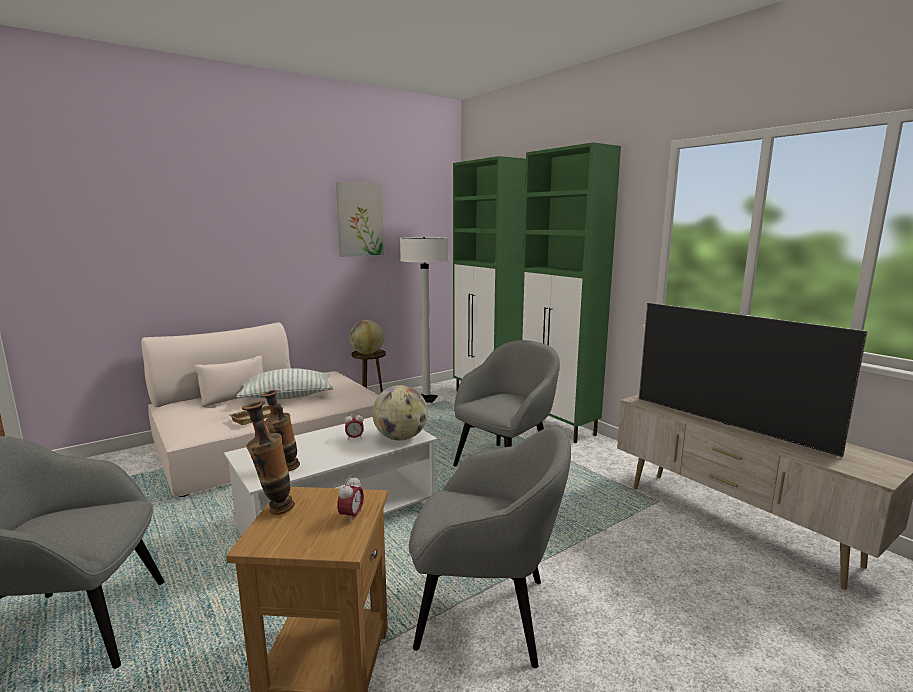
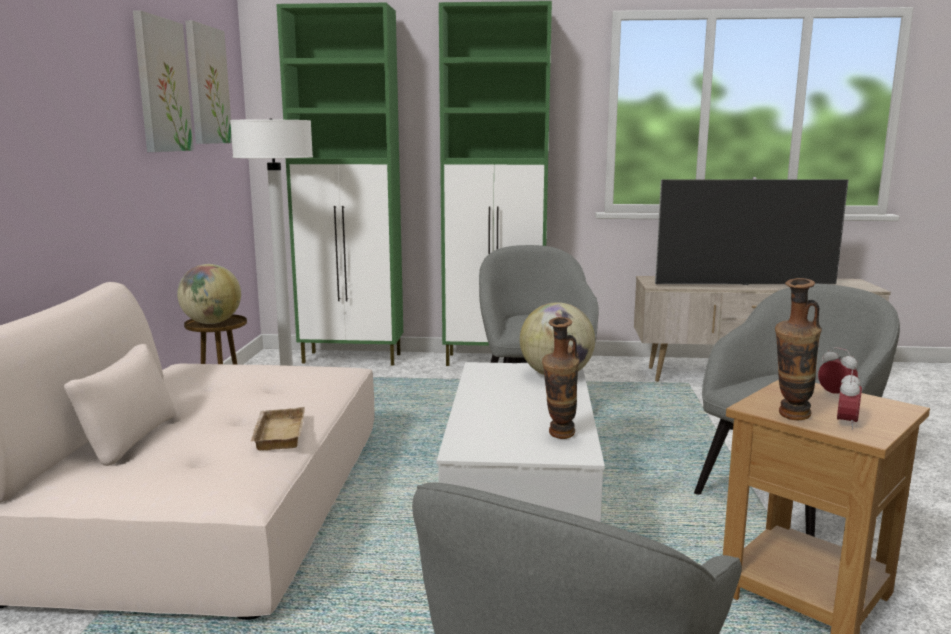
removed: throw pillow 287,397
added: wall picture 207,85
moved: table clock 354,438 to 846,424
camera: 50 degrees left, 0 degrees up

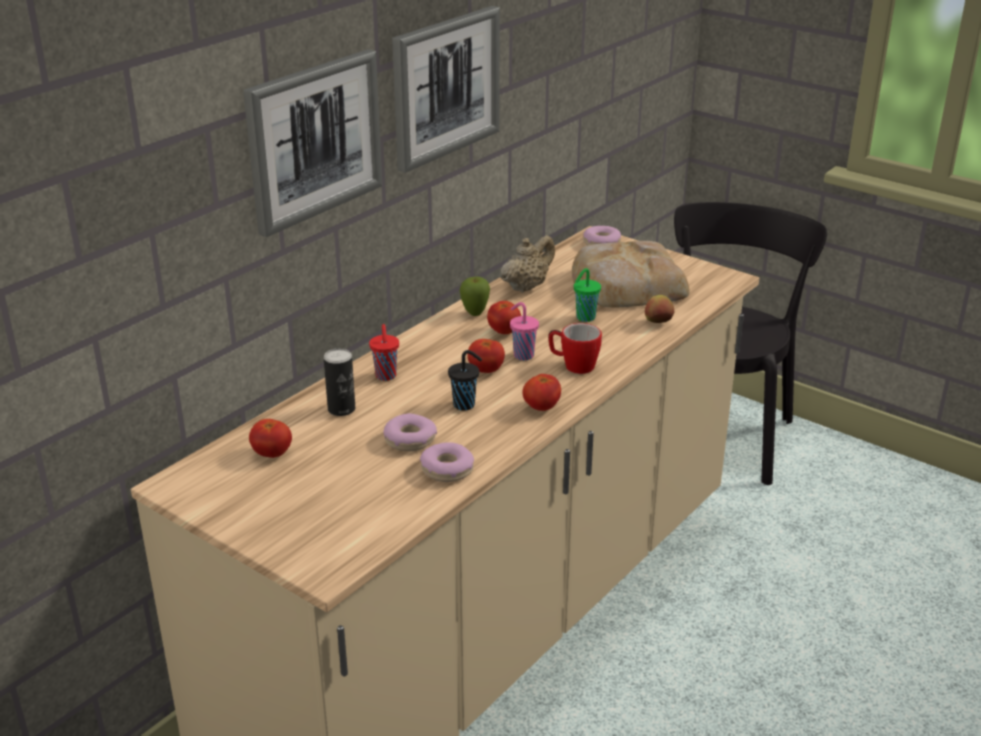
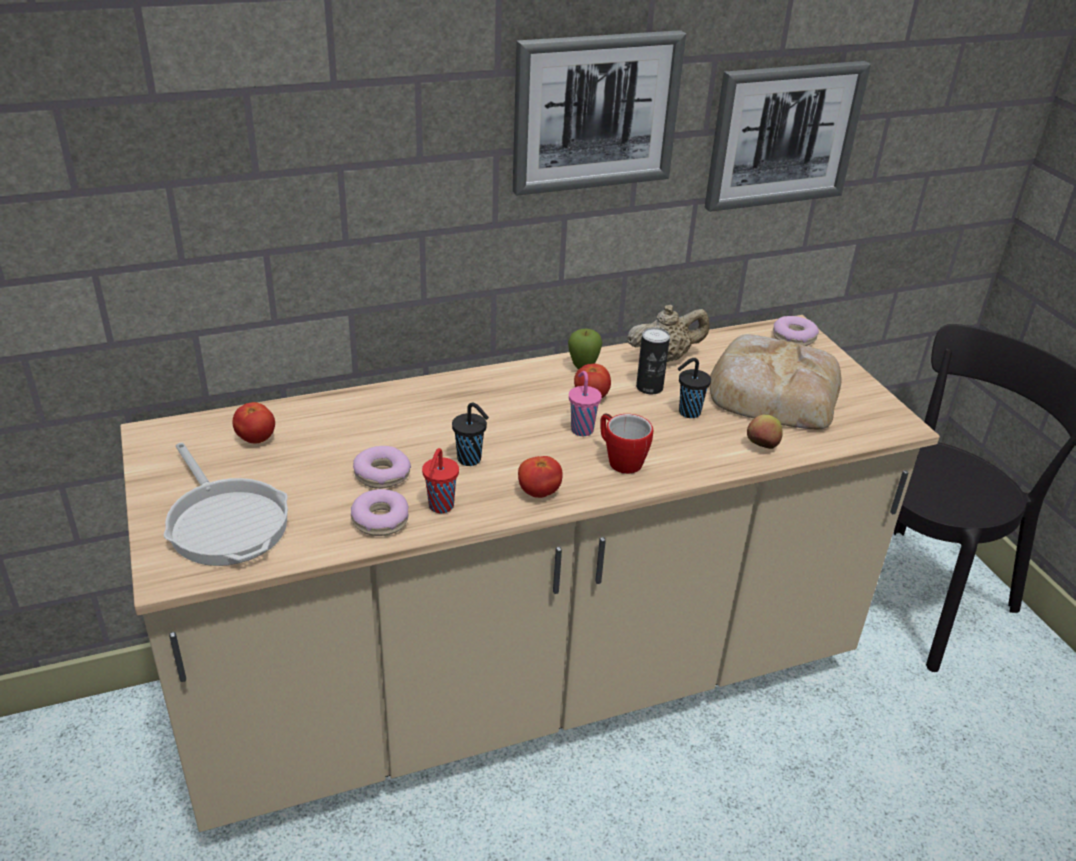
removed: whole tomato 486,370
added: frying pan 226,522
moved: wall picture 313,140 to 783,135; can 341,409 to 649,387; reddish small cup 386,376 to 440,507
recoloured: green small cup 584,318 to blackish small cup 688,412
camera: 30 degrees right, 5 degrees up

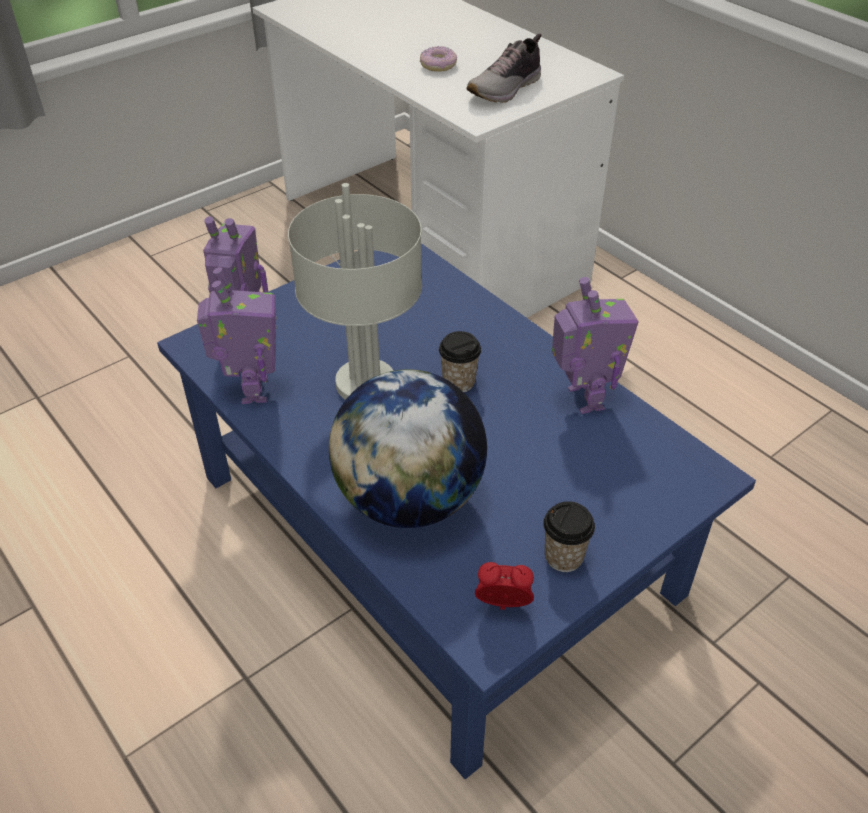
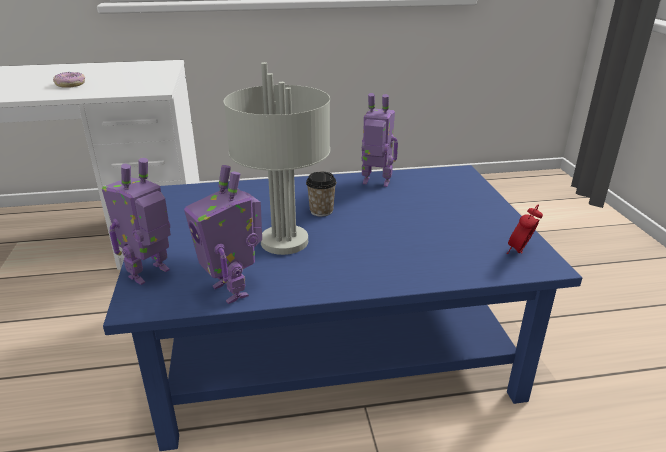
removed: world globe 409,499; item of footwear 506,89; small cup 563,557
turned: toy robot 251,390 = 232,290 150 degrees counterclockwise
camera: 60 degrees left, 15 degrees down

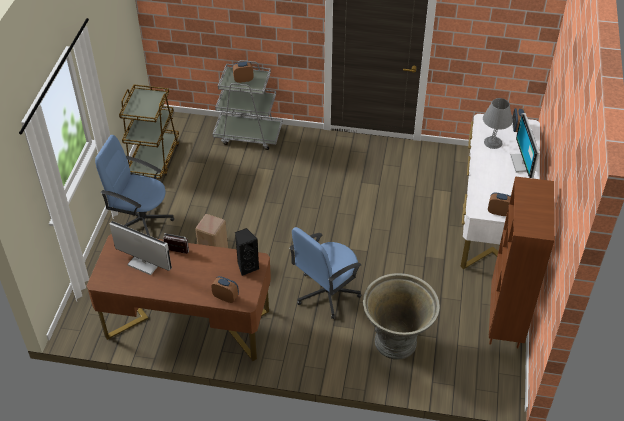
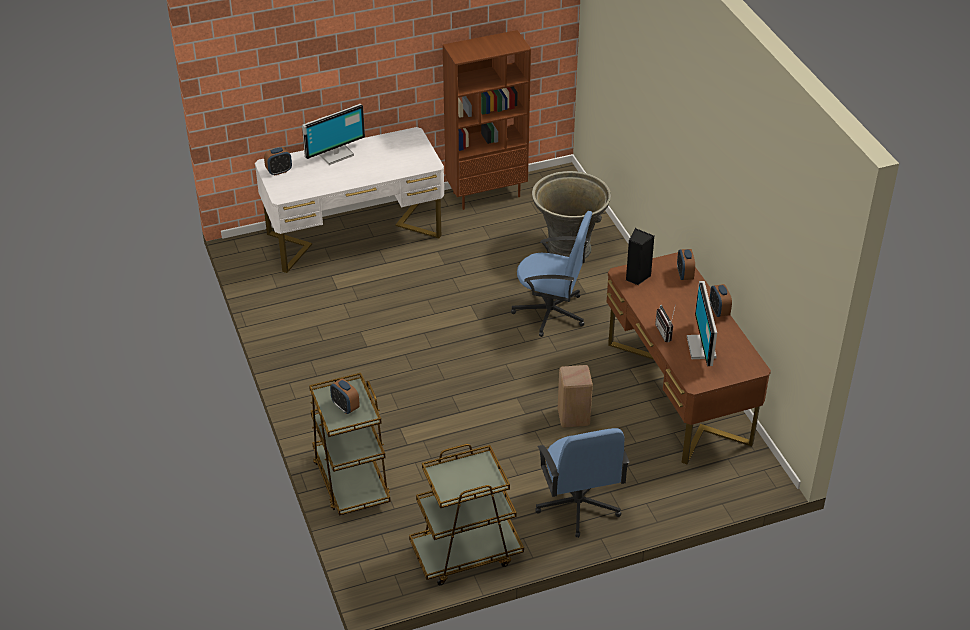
removed: greyish lamp for a table 493,142
moved: table clock 498,212 to 719,311
recoloured: greyish wheeled cart 248,135 to brown-coloured wheeled cart 351,481
camera: 120 degrees left, 5 degrees down

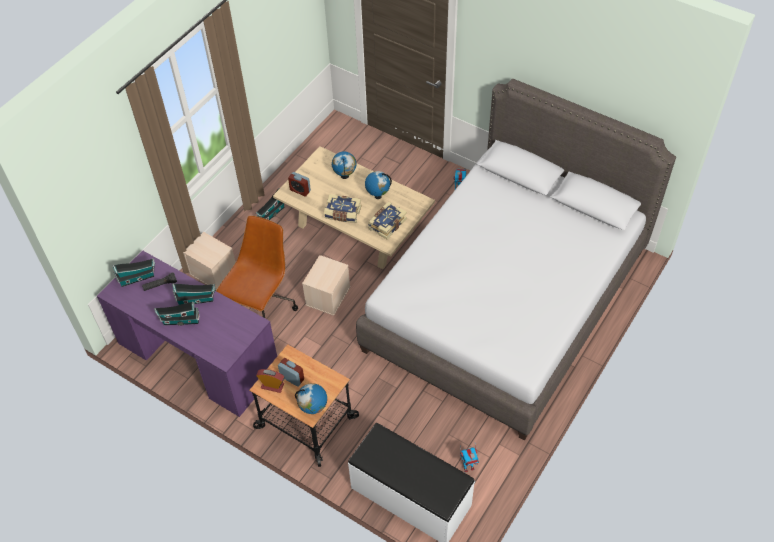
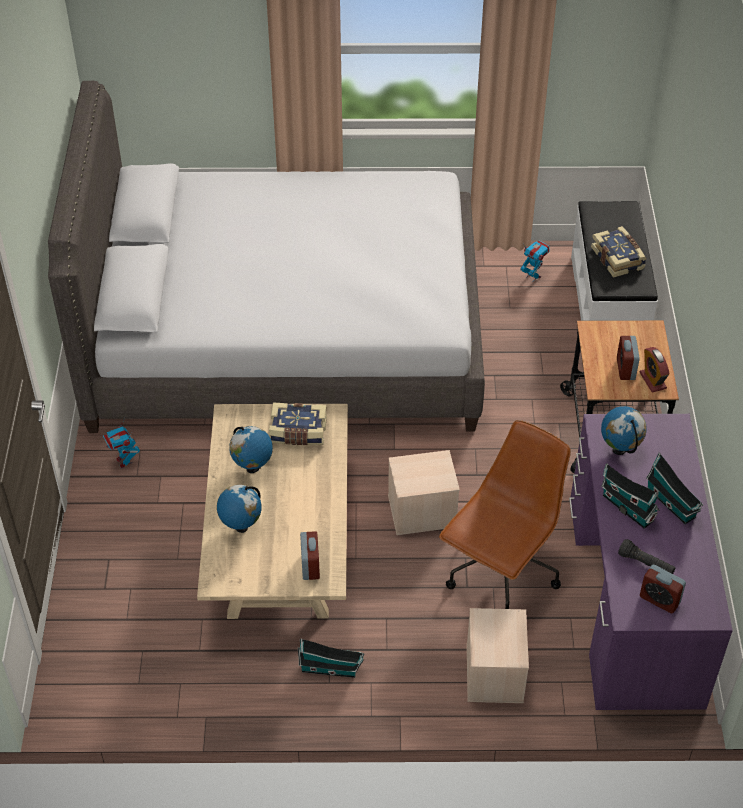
moved: world globe 313,409 to 619,450; bound book 342,213 to 618,258
replaced: model house 138,278 to table clock 659,599
turned: brown-coloured desk chair 262,307 = 501,573 135 degrees clockwise
camera: 125 degrees left, 5 degrees down

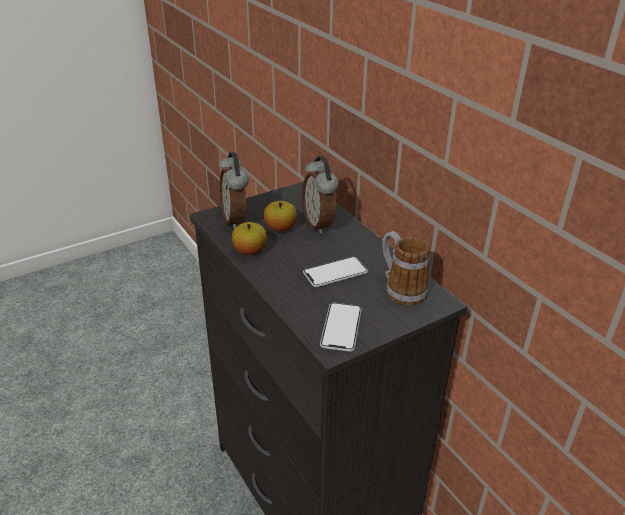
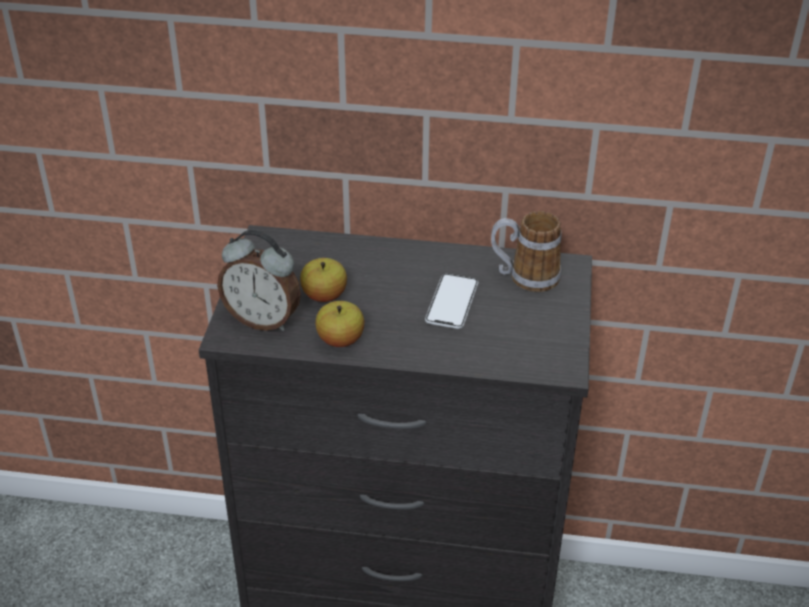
removed: table clock 319,224; handset 341,327
camera: 50 degrees left, 5 degrees up

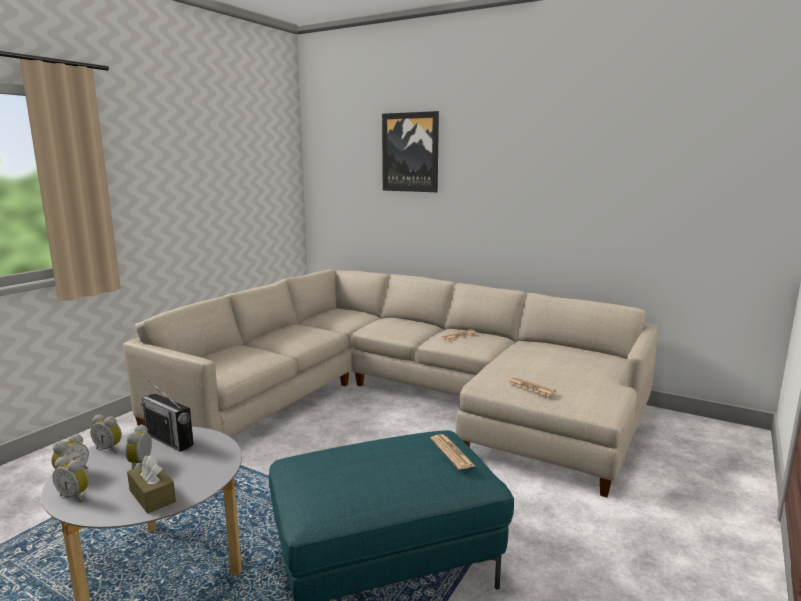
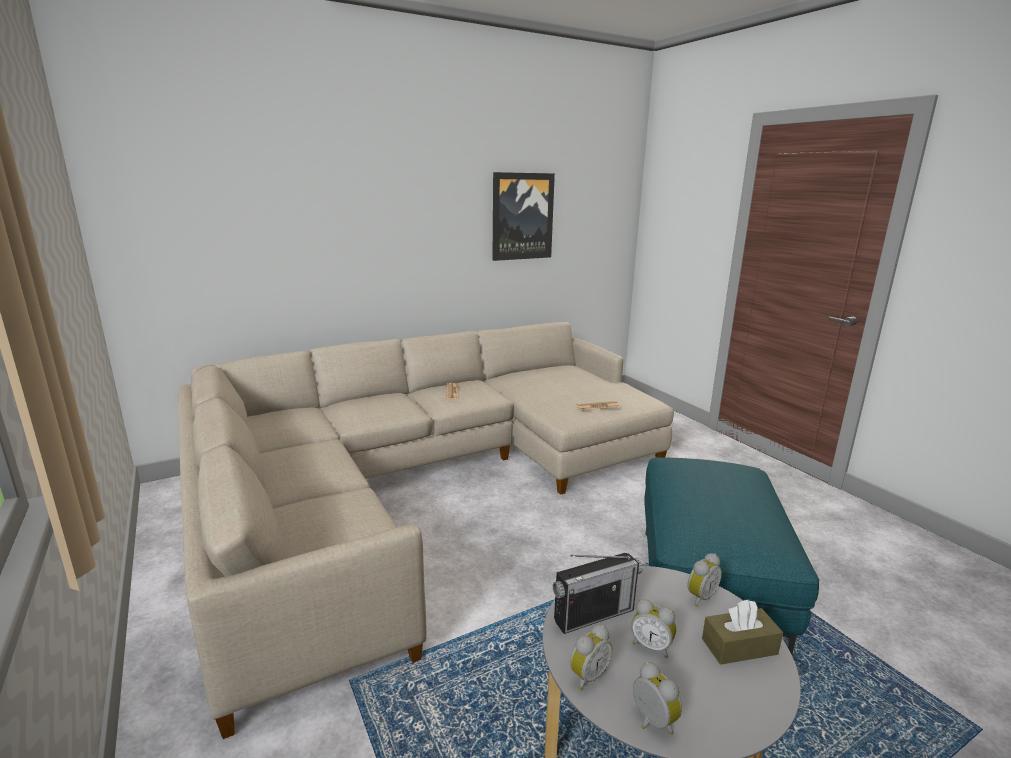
removed: daily paper 452,452
moved: table clock 75,496 to 699,596; wall picture 410,152 to 522,216
camera: 60 degrees left, 5 degrees up

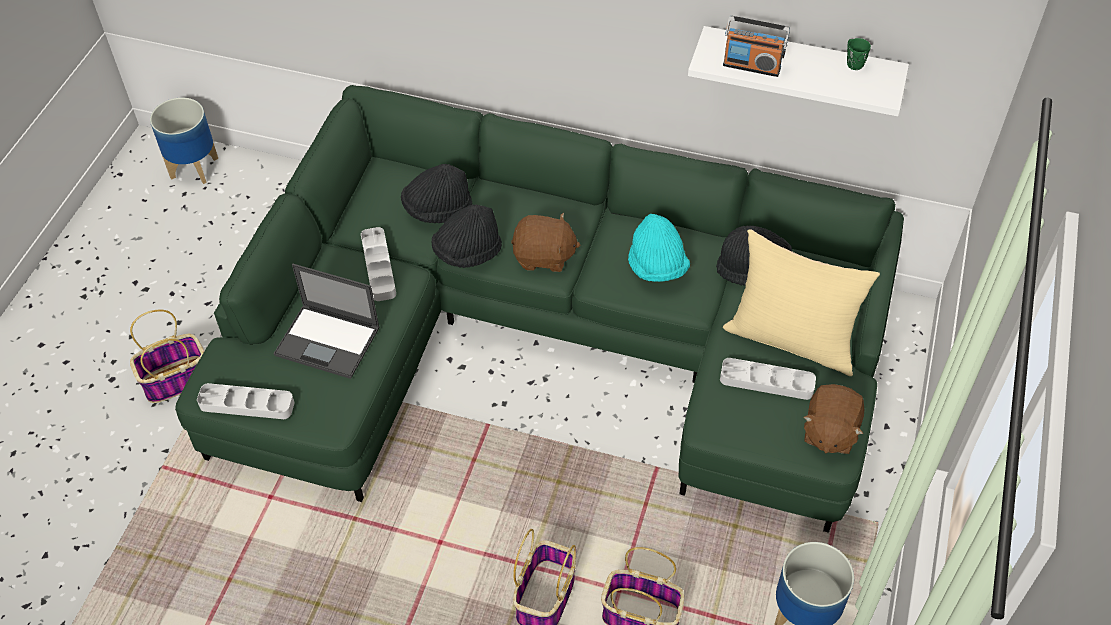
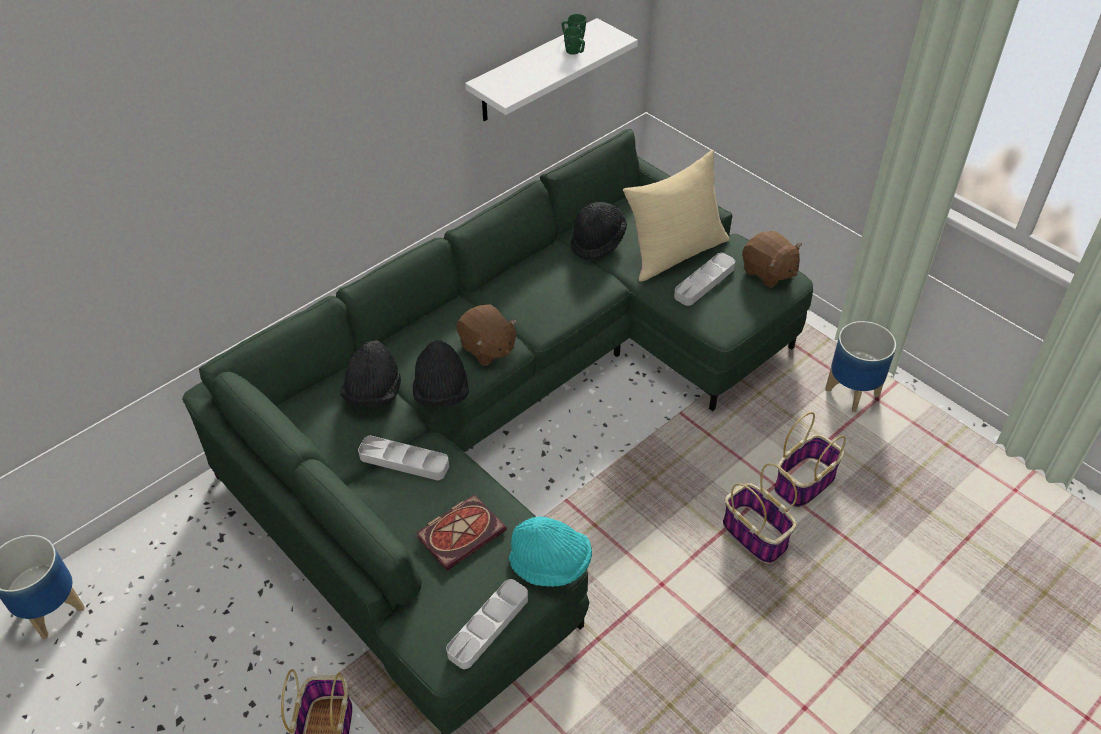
removed: radio receiver 752,66
added: green mug 575,52
moved: turquoise clothing hat 657,266 to 551,565
replaced: laptop 329,341 to bound book 462,532
turned: brown-coloured soft toy 544,257 = 487,348 105 degrees clockwise
camera: 60 degrees left, 5 degrees down

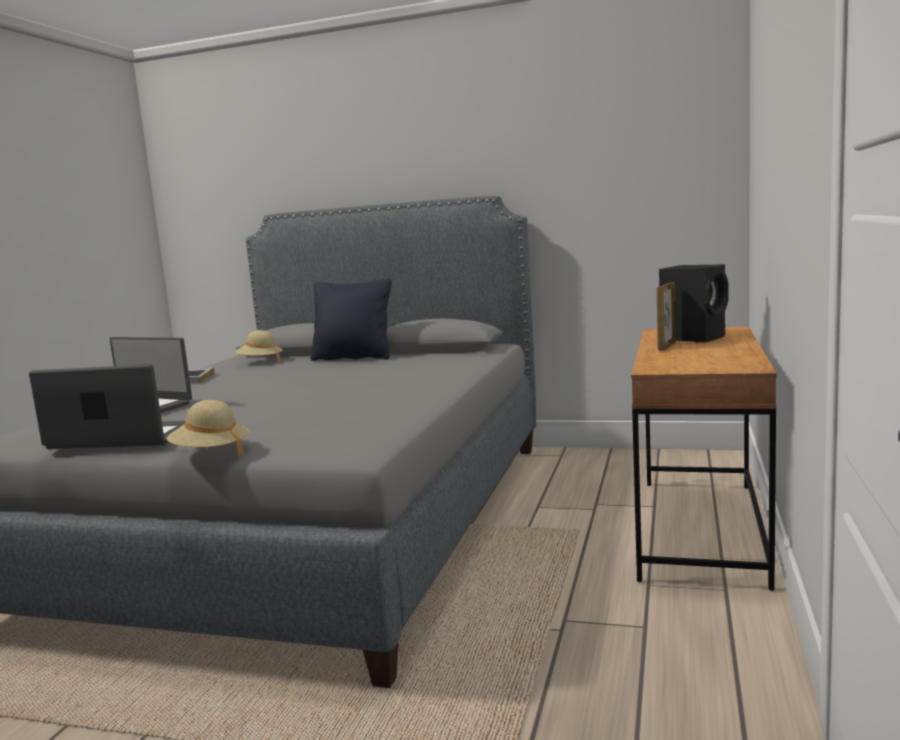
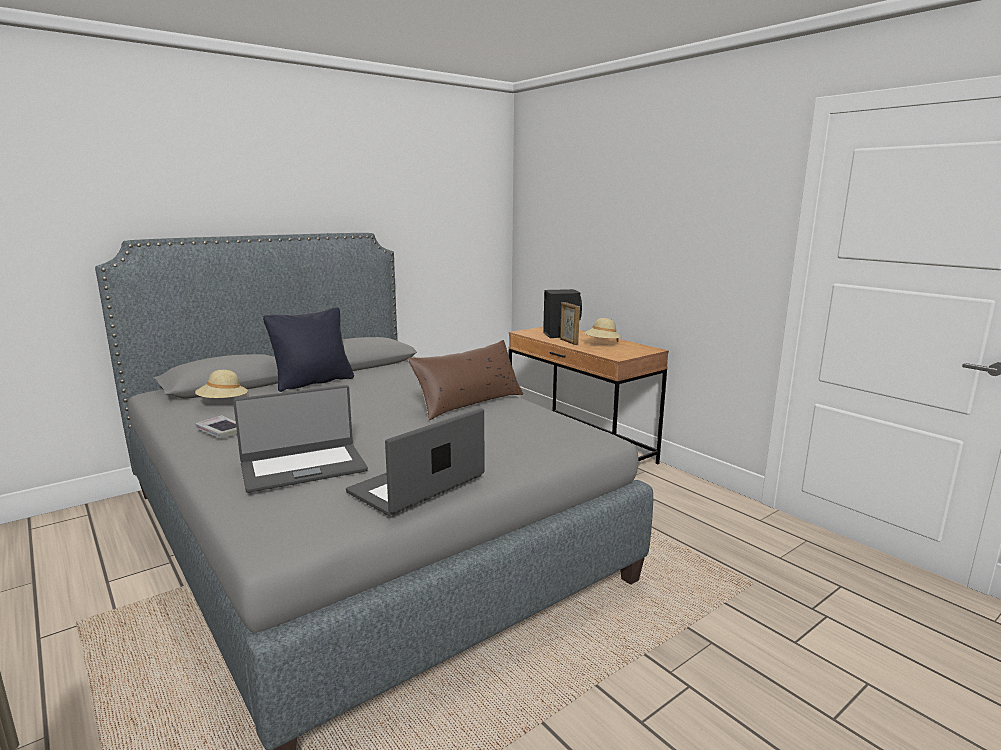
added: brown-coloured throw pillow 469,403
moved: sand-coloured clothing hat 211,453 to 602,344
camera: 55 degrees left, 5 degrees up

